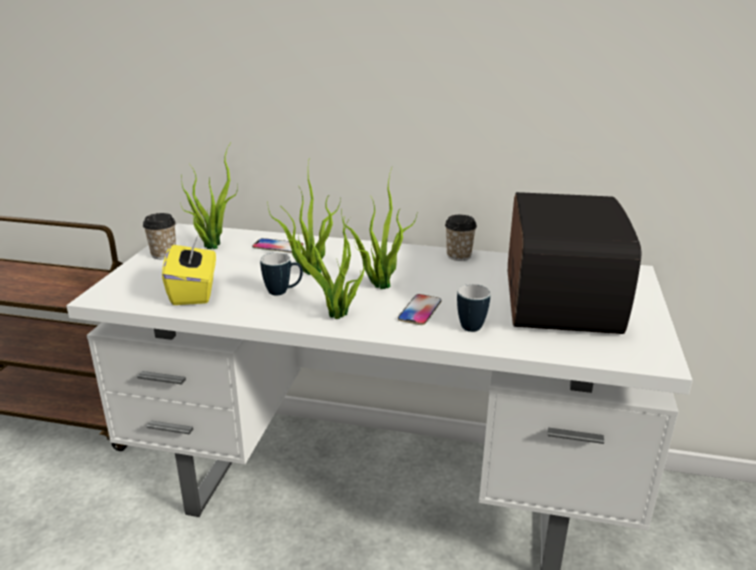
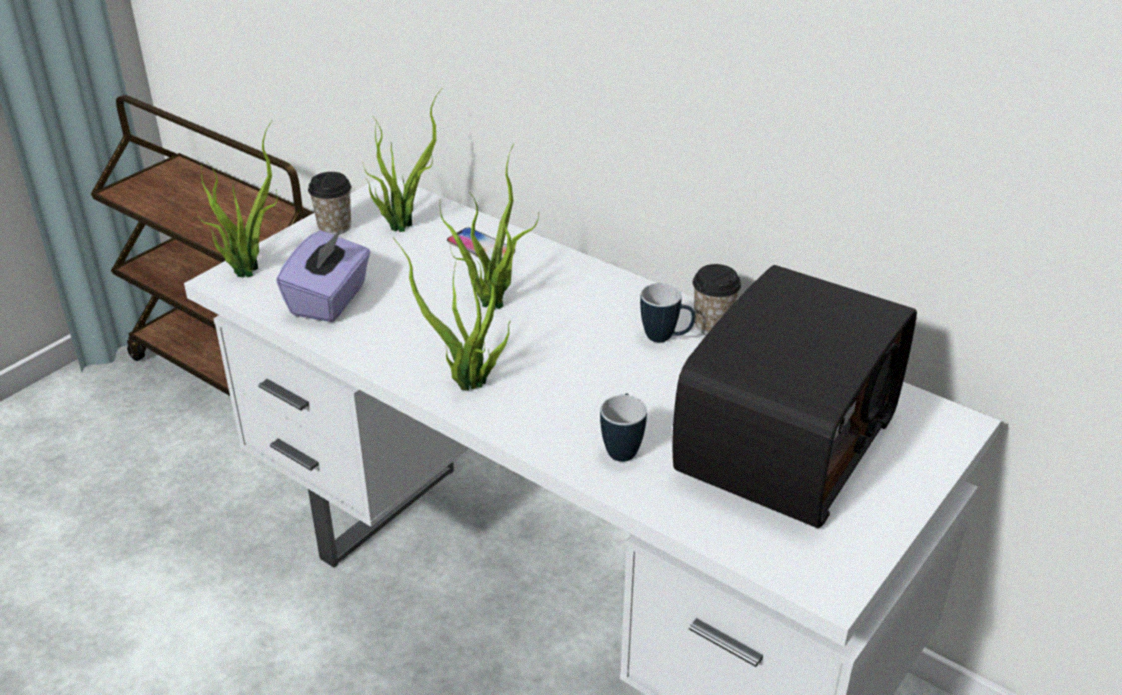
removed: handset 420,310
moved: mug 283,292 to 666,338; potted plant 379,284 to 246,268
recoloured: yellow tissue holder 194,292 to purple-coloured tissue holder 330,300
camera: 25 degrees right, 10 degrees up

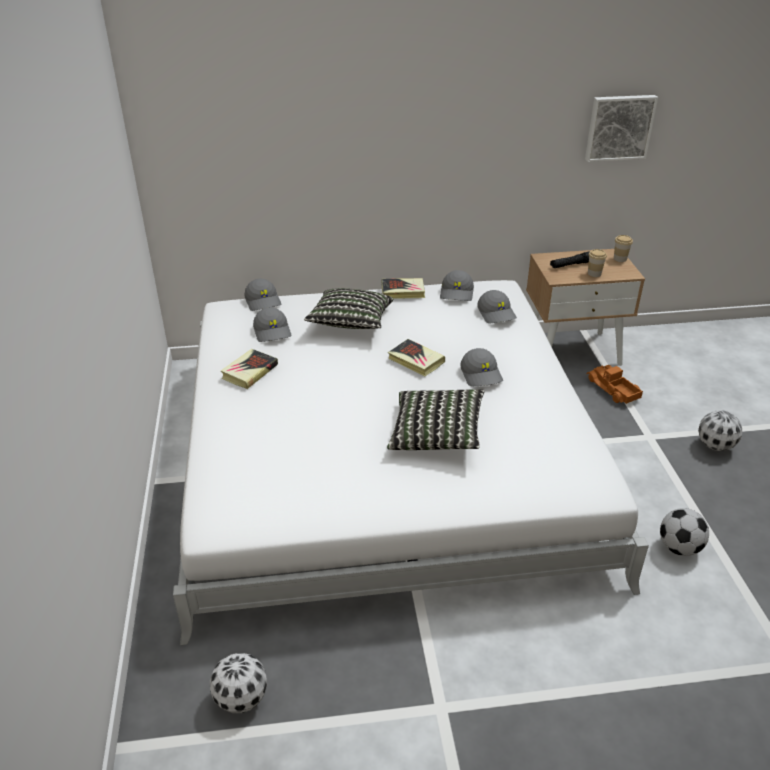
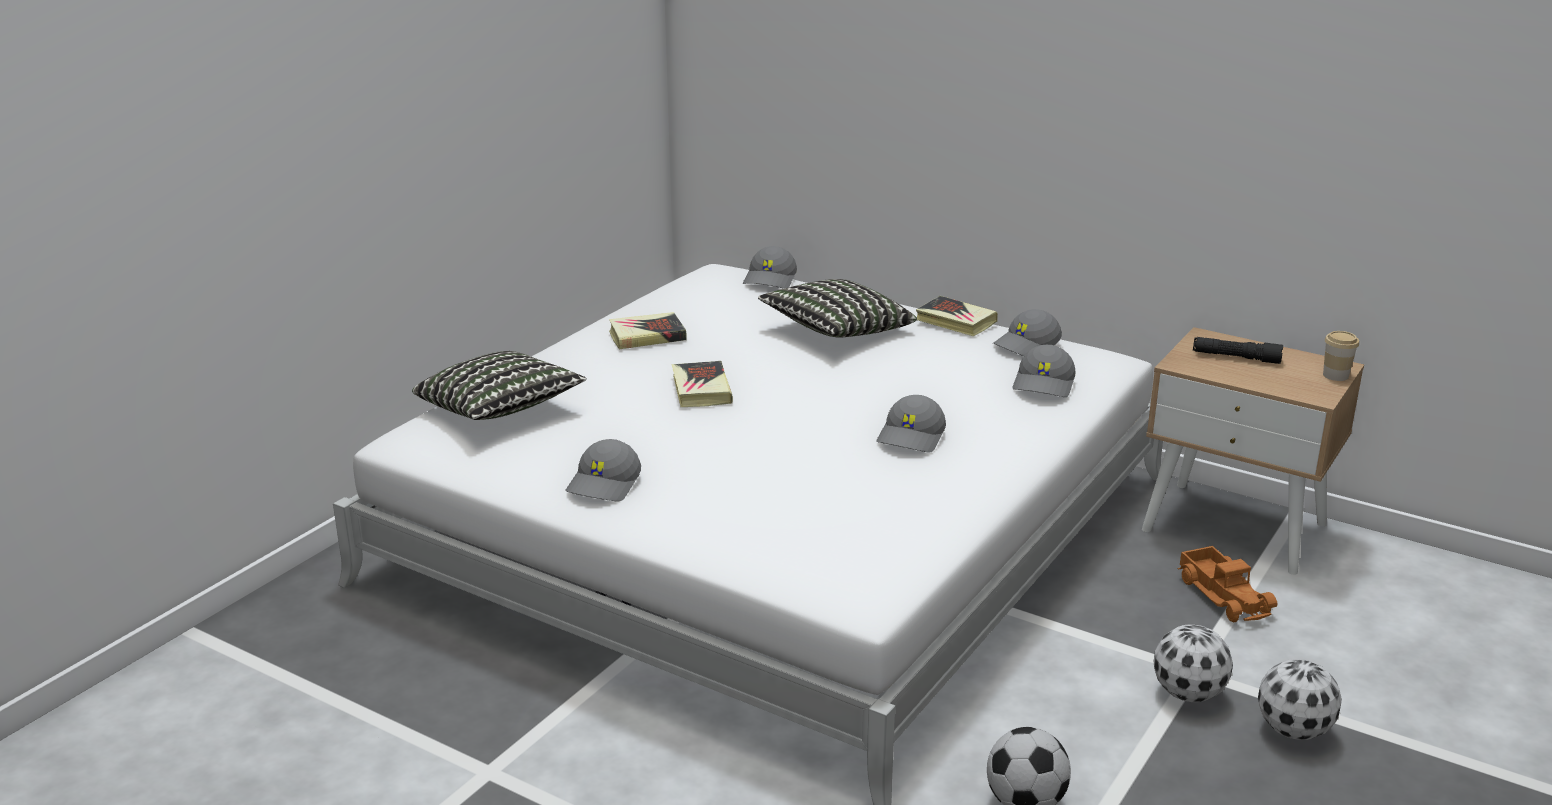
removed: wall picture 619,127; small cup 594,273
moved: football ball 242,699 to 1188,695; greyish cap 273,332 to 605,484; throw pillow 436,434 to 500,411; bound book 416,361 to 701,390
turned: toy lorry 612,390 = 1225,595 150 degrees clockwise
camera: 40 degrees right, 10 degrees down

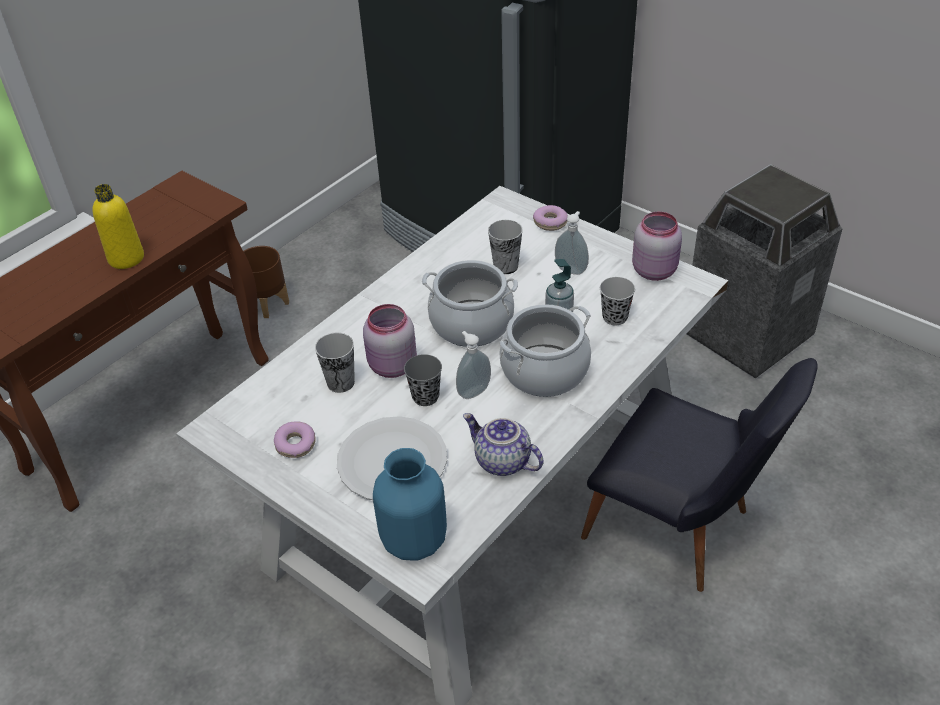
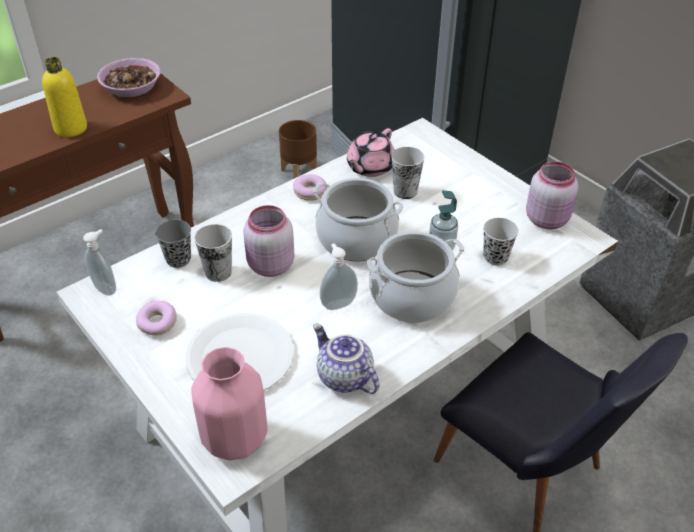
added: deep dish 132,87; pink teapot 370,167
moved: brown-coloured plant pot 268,304 to 299,171; greyish small cup 425,397 to 178,259; donut 550,222 to 310,192; liquid soap bottle 571,269 to 106,287
recoloured: bluish vase 415,540 to pink vase 236,439
camera: 10 degrees right, 0 degrees up

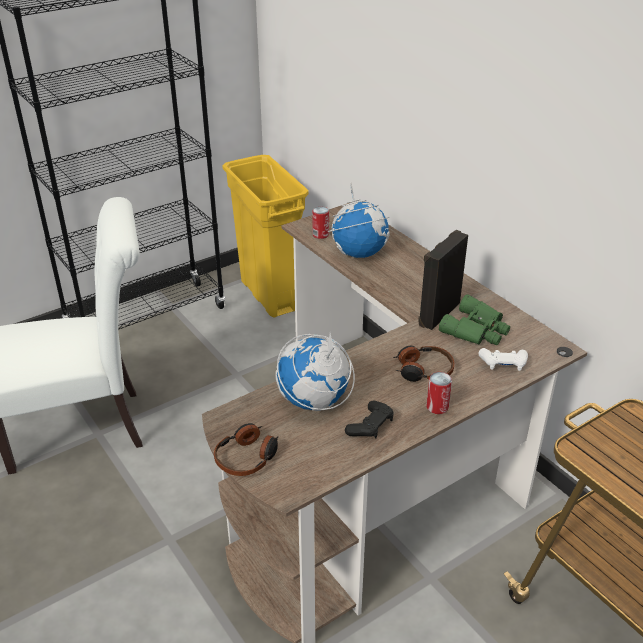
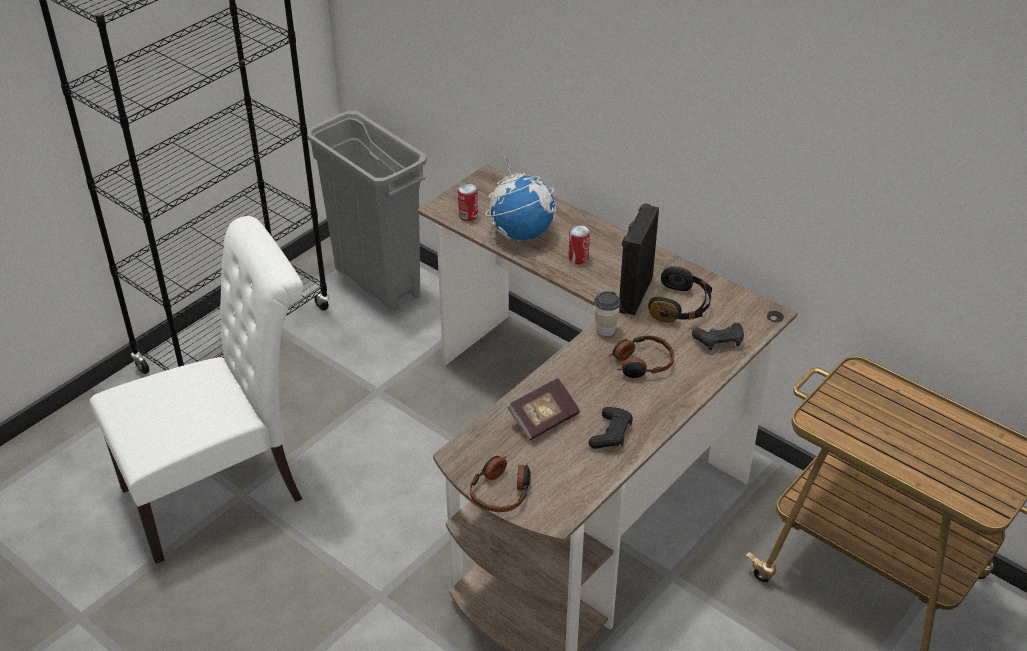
added: small cup 605,329
moved: can 437,407 to 578,258
replaced: world globe 314,402 to bound book 543,419; green pair of binoculars 477,330 to blackish pair of headphones 681,306
recoloured: yellow waste bin 270,296 to greyish waste bin 378,282; whitish joypad 503,364 to blackish joypad 719,341
camera: 15 degrees left, 5 degrees up

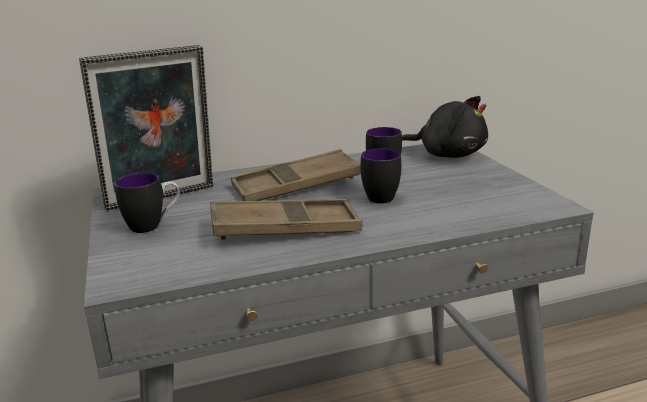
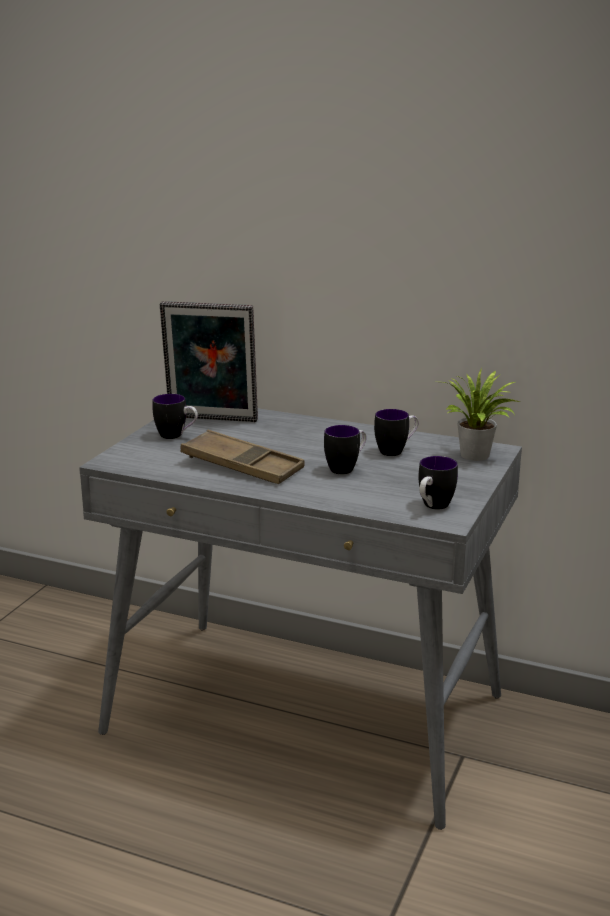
removed: brown-coloured serving tray 296,186
added: mug 433,507
replaced: blackish soft toy 448,154 to potted plant 476,456
camera: 40 degrees right, 0 degrees up

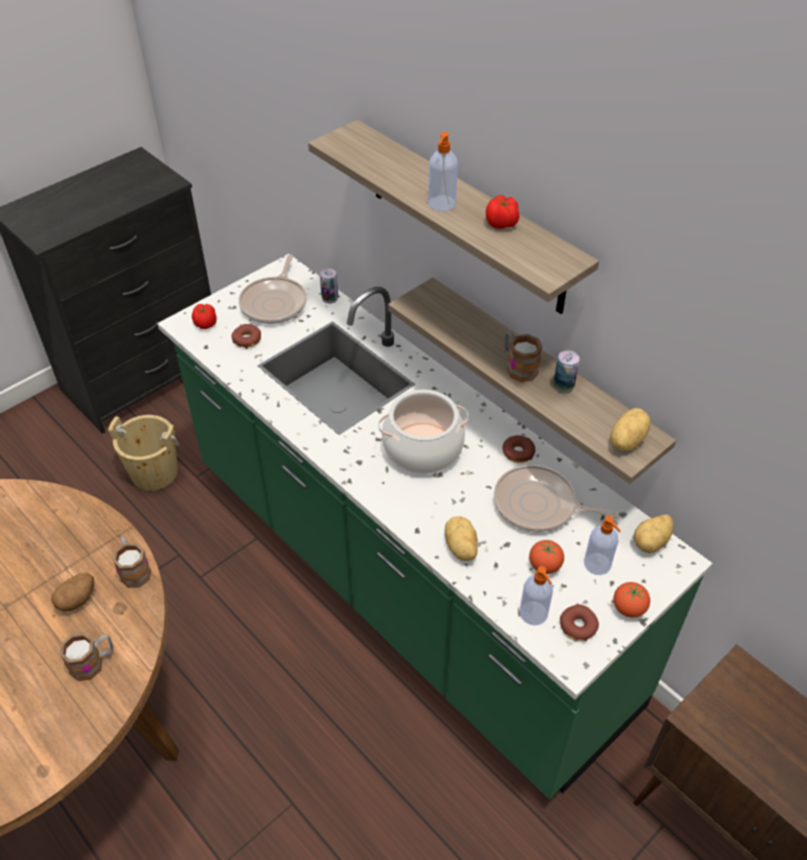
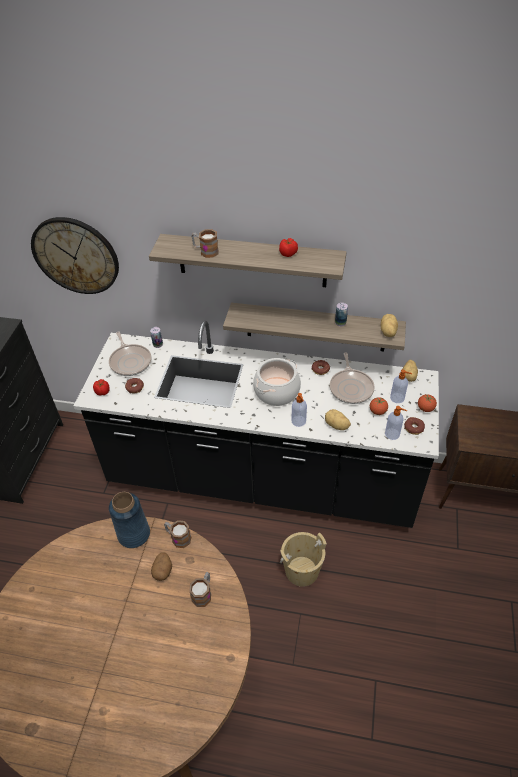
added: hanging clock 76,255; bluish vase 134,534
moved: sand-coloured pail 154,473 to 302,570; liquid soap bottle 441,204 to 299,421; mug 518,366 to 205,251
recoloured: green kitchen base unit 403,583 to blackish kitchen base unit 262,479
turned: frying pan 539,505 = 351,387 75 degrees counterclockwise
camera: 35 degrees left, 0 degrees up

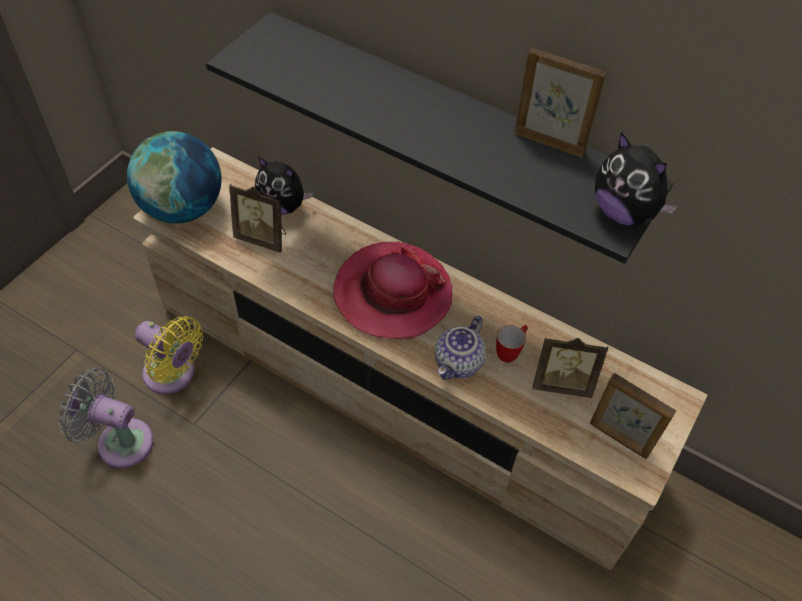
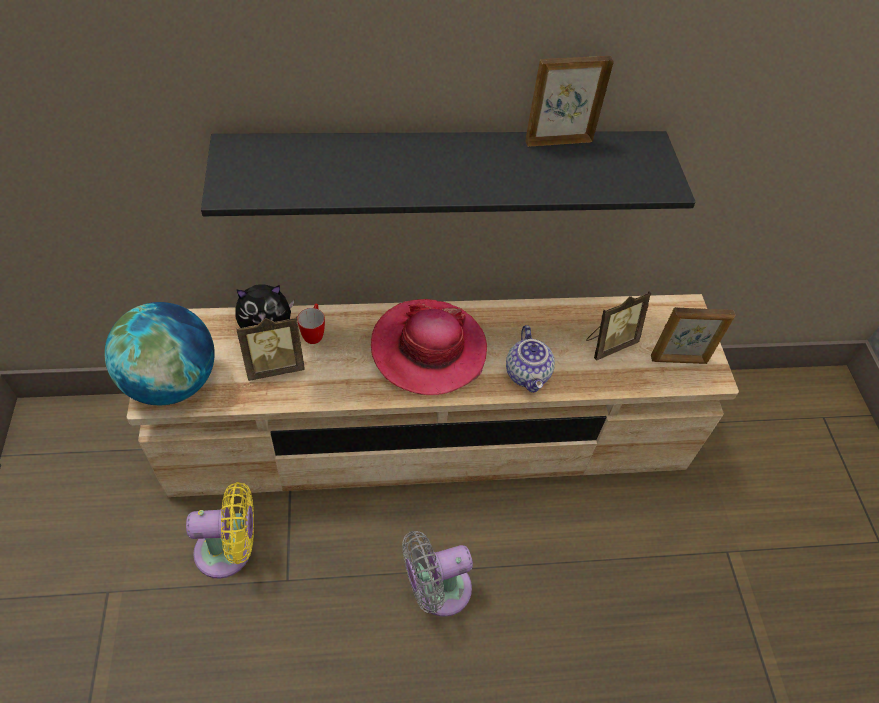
removed: soft toy 624,212
moved: greyish electric fan 120,441 to 436,590; mug 510,351 to 314,333
camera: 40 degrees left, 0 degrees up

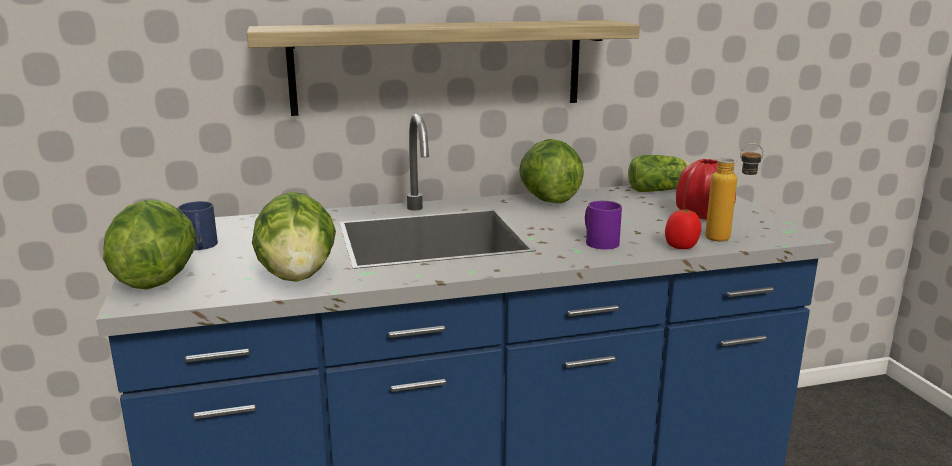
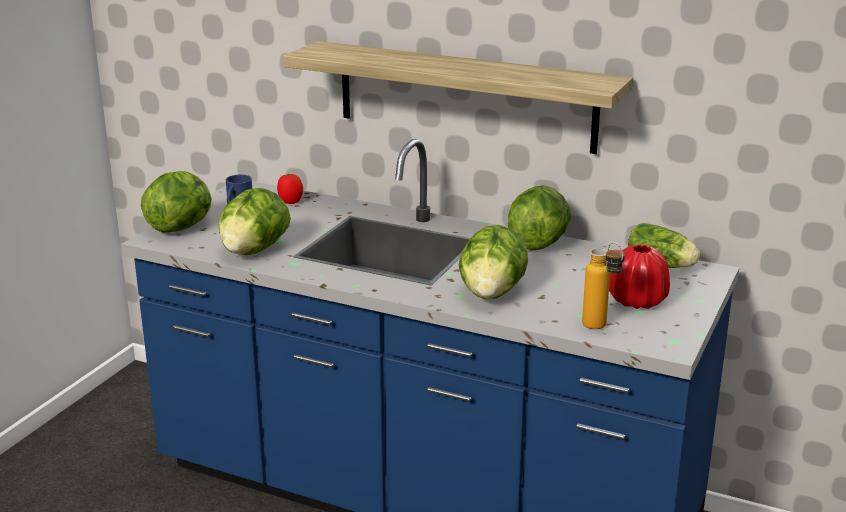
moved: whole tomato 681,247 to 290,202
replaced: purple-coloured mug 598,241 to lettuce head 492,293
camera: 40 degrees right, 5 degrees up

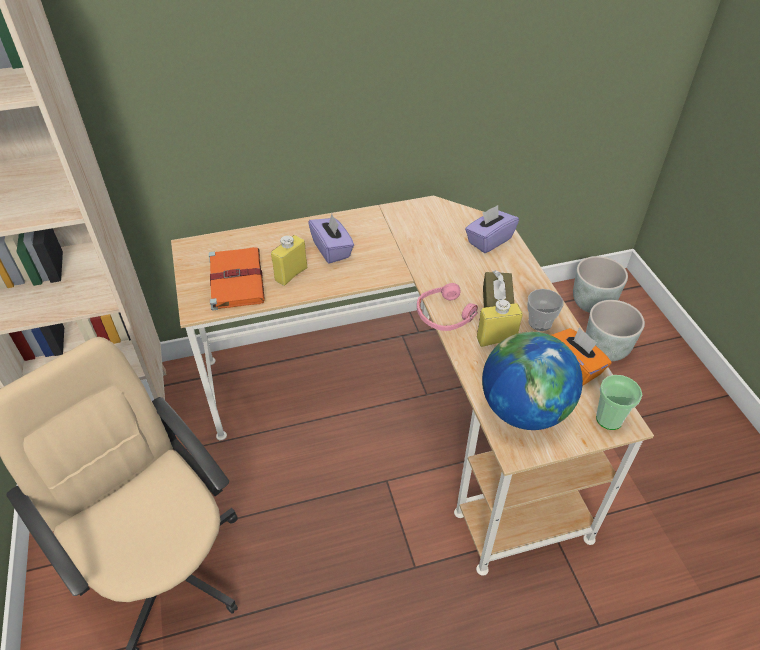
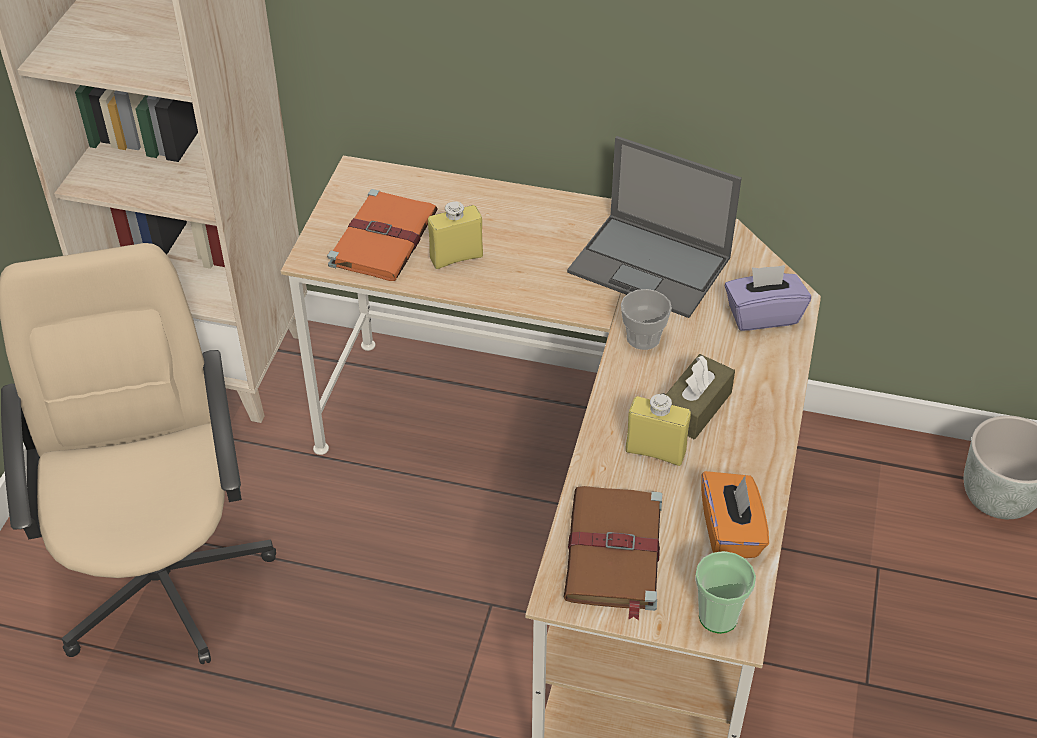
removed: purple-coloured tissue holder 332,250; pink pair of headphones 444,314; greyish plant pot 606,349
added: laptop 651,265
moved: small cup 540,322 to 643,338
replaced: world globe 523,410 to brown-coloured bound book 614,553
camera: 30 degrees right, 0 degrees up

